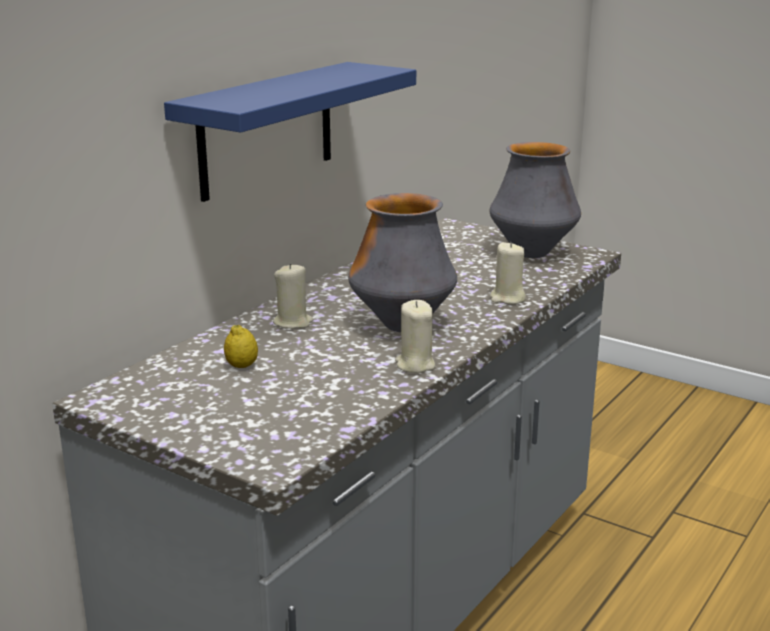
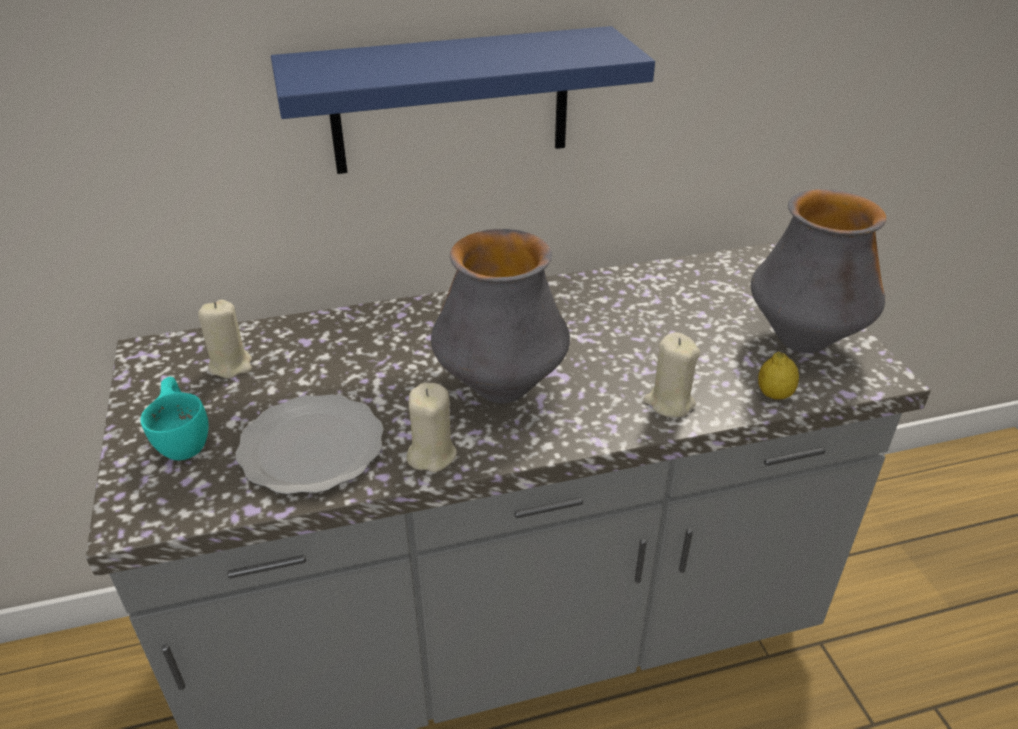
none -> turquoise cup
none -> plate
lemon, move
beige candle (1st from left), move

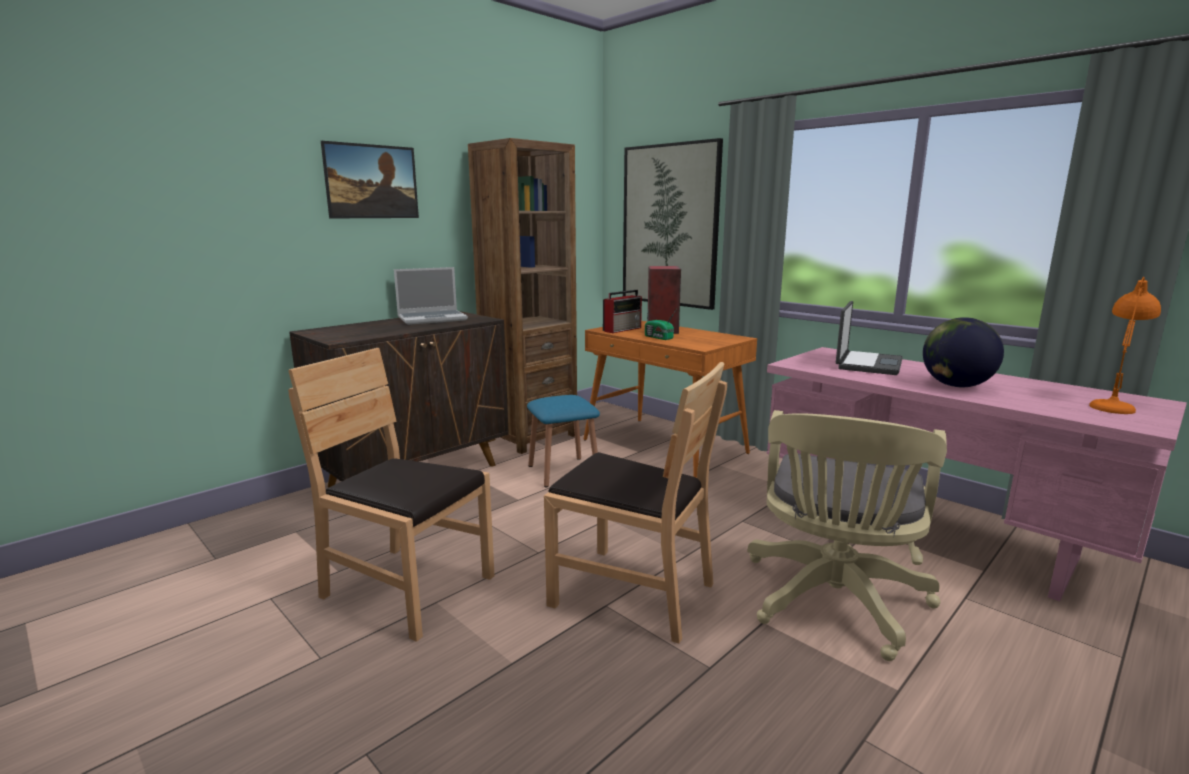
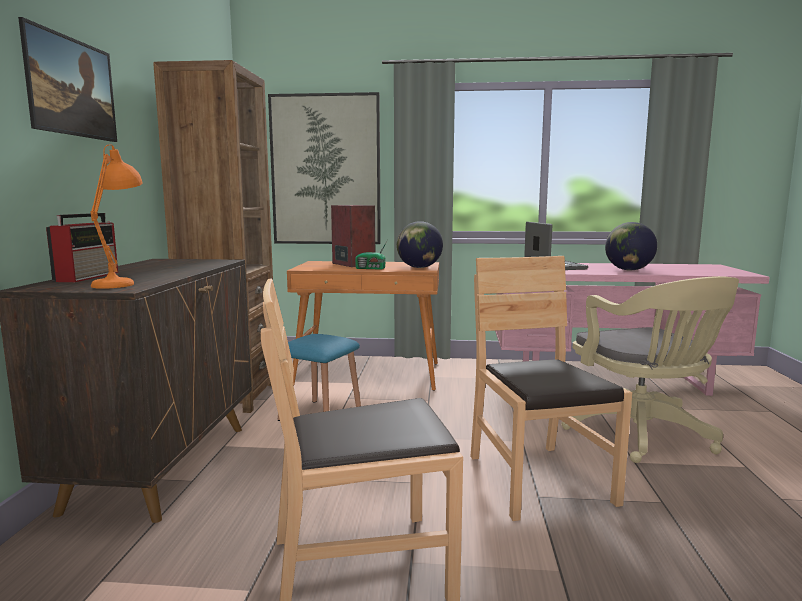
laptop (1st from left) -> none
none -> globe (1st from left)
radio (1st from left), move
orange table lamp, move
brown chair (2nd from left), 90 degrees counterclockwise

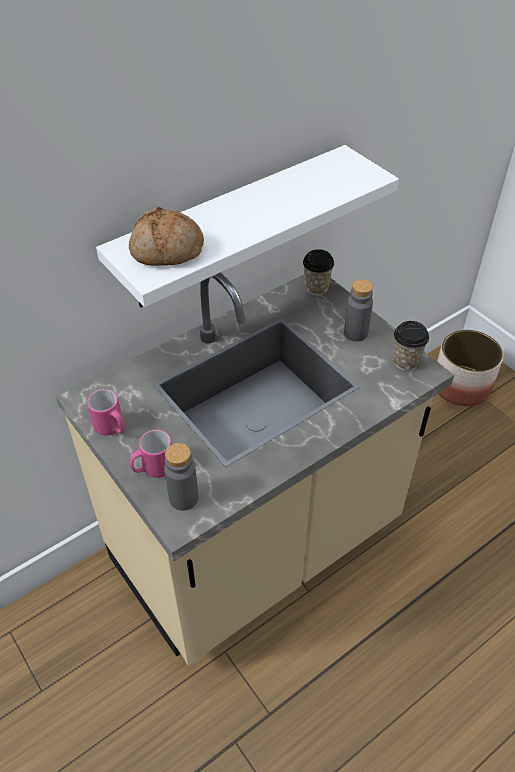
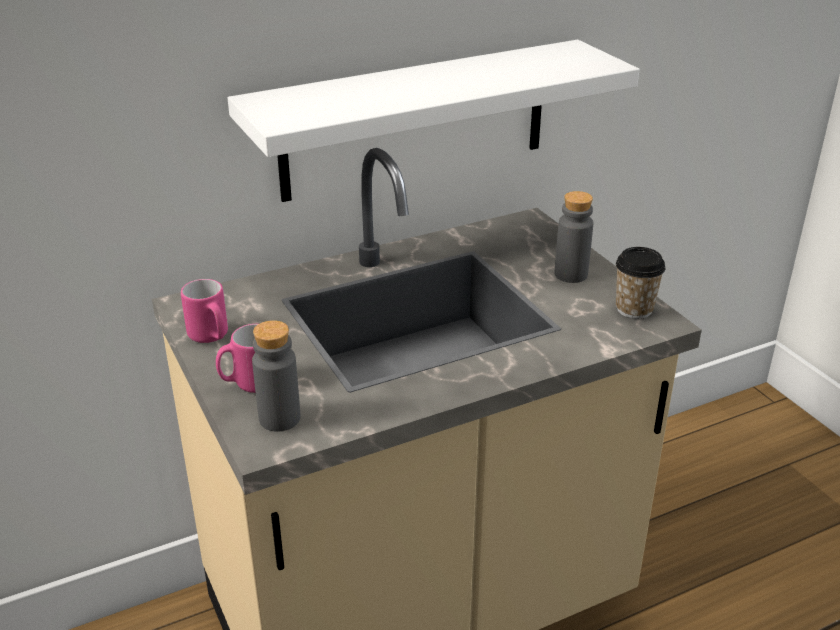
bread -> none
cup (1st from left) -> none
planter -> none

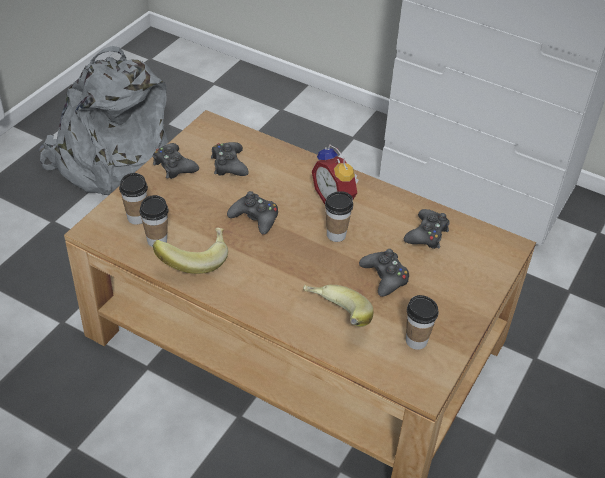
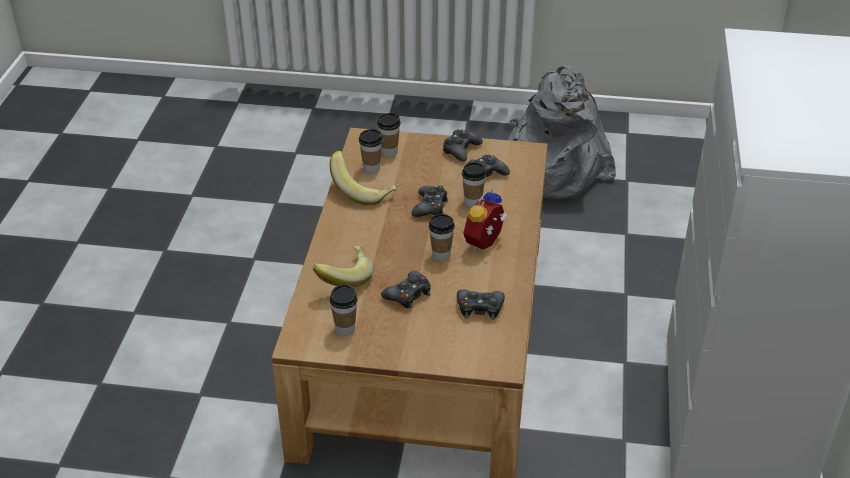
none -> cup (5th from left)

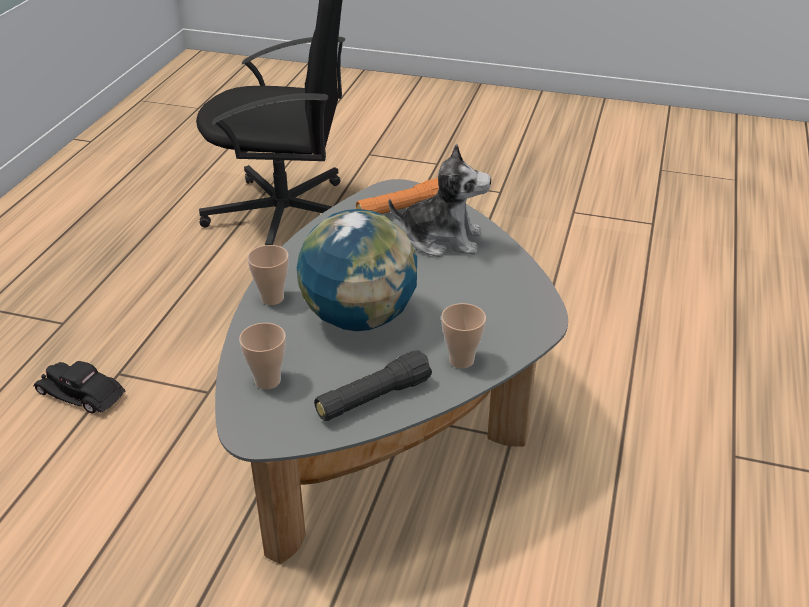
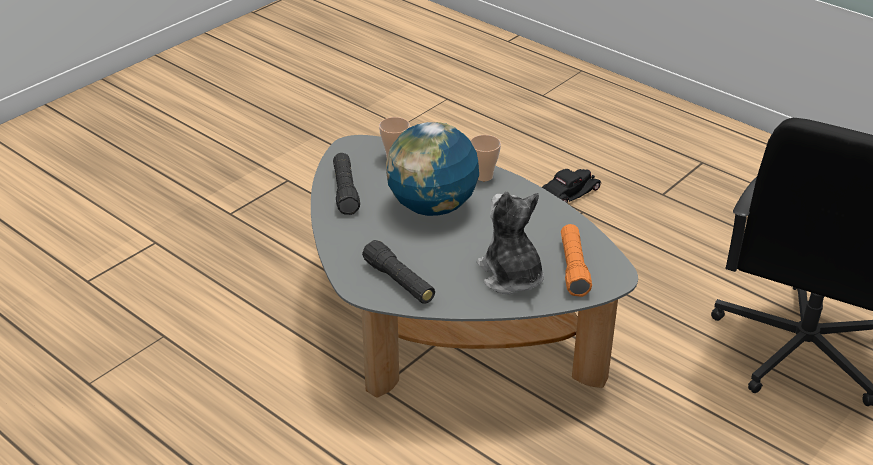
cup (3rd from left) -> none
none -> black flashlight (2nd from left)
plush toy, 120 degrees clockwise

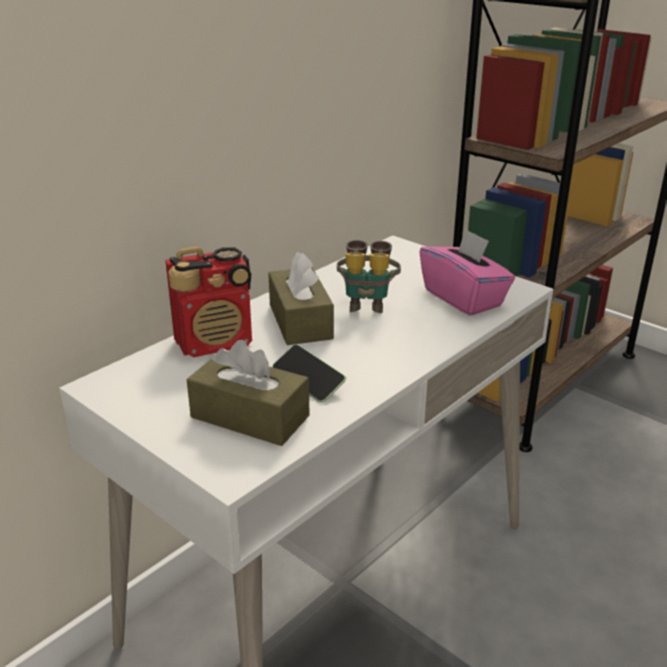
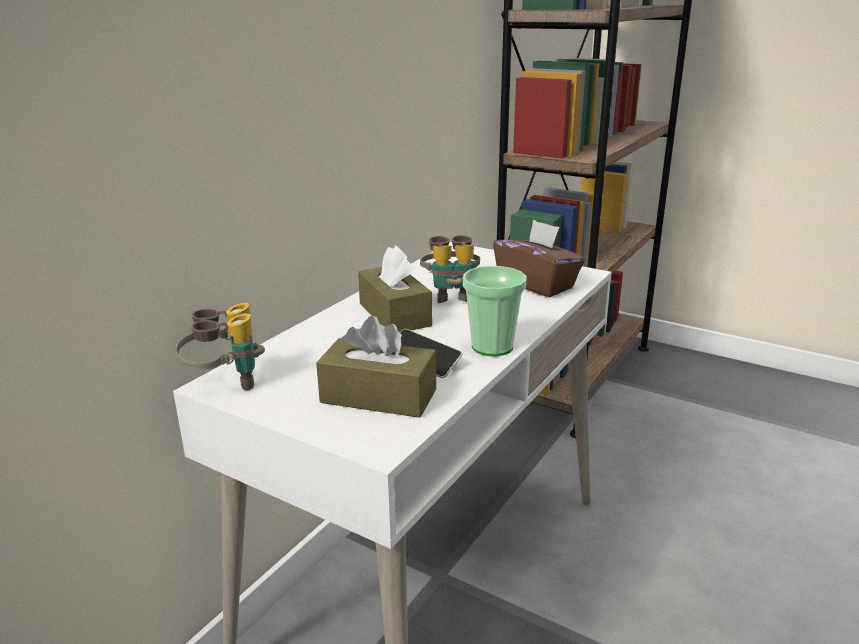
radio -> none
none -> binoculars (1st from left)
none -> cup
pink tissue box -> brown tissue box (3rd from left)

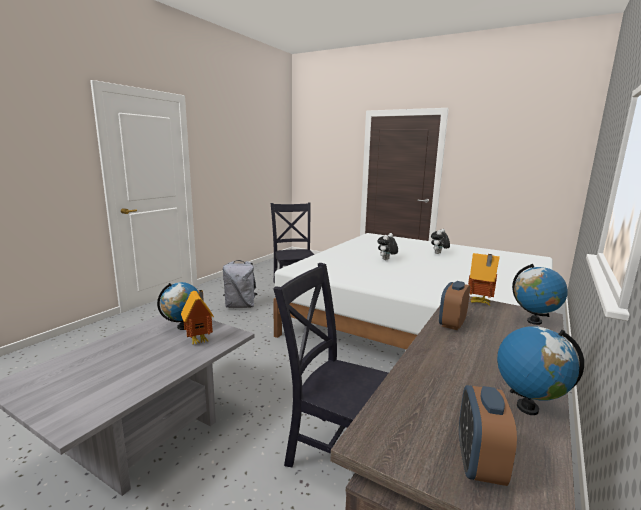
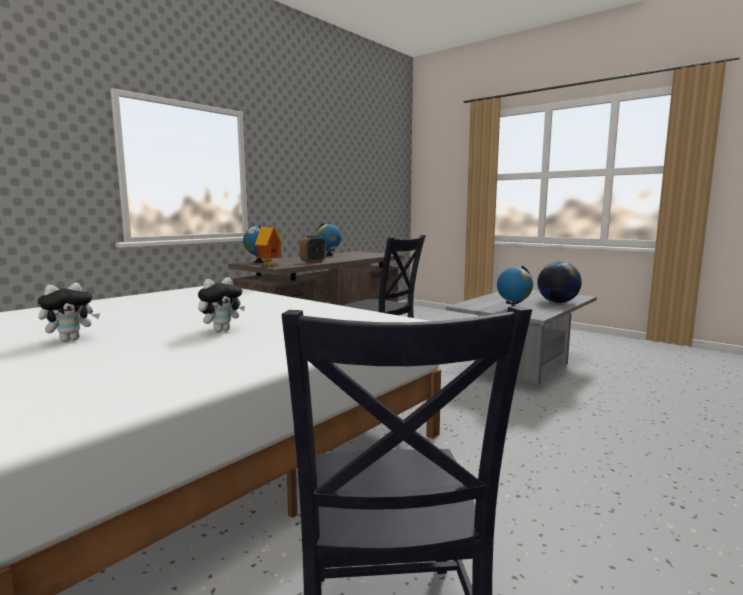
toy house (1st from left) -> none
grey backpack -> none
alarm clock (2nd from left) -> none
none -> globe (4th from left)

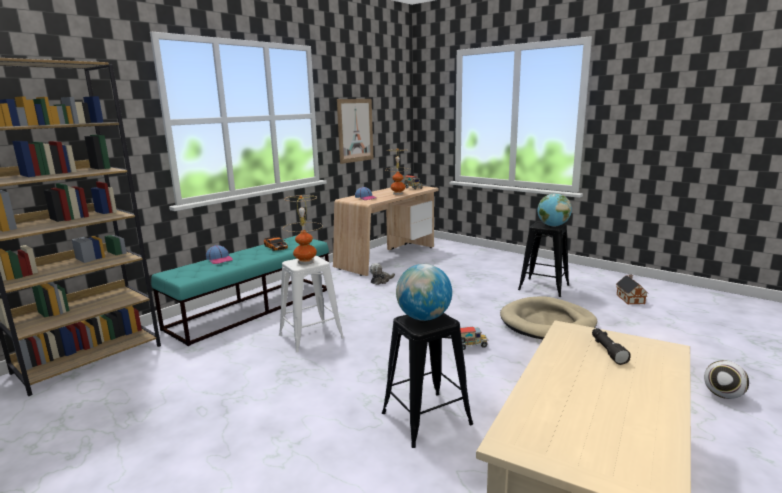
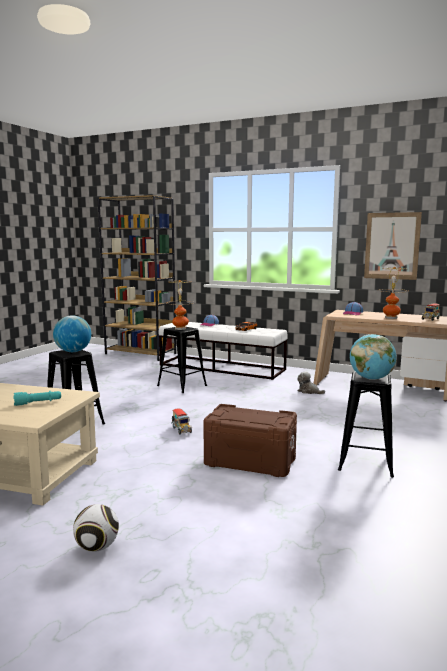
toy house -> none
beige dog bed -> brown storage box
turquoise bench -> white bench
white stool -> black stool (2nd from left)
black flashlight -> turquoise flashlight

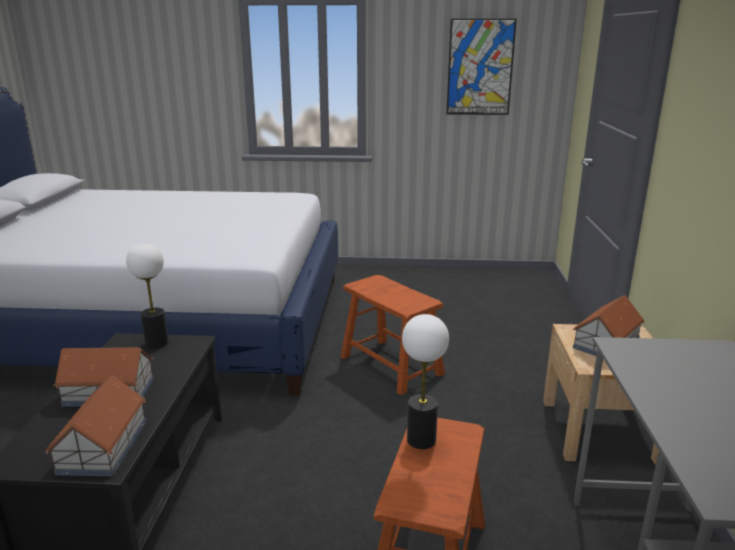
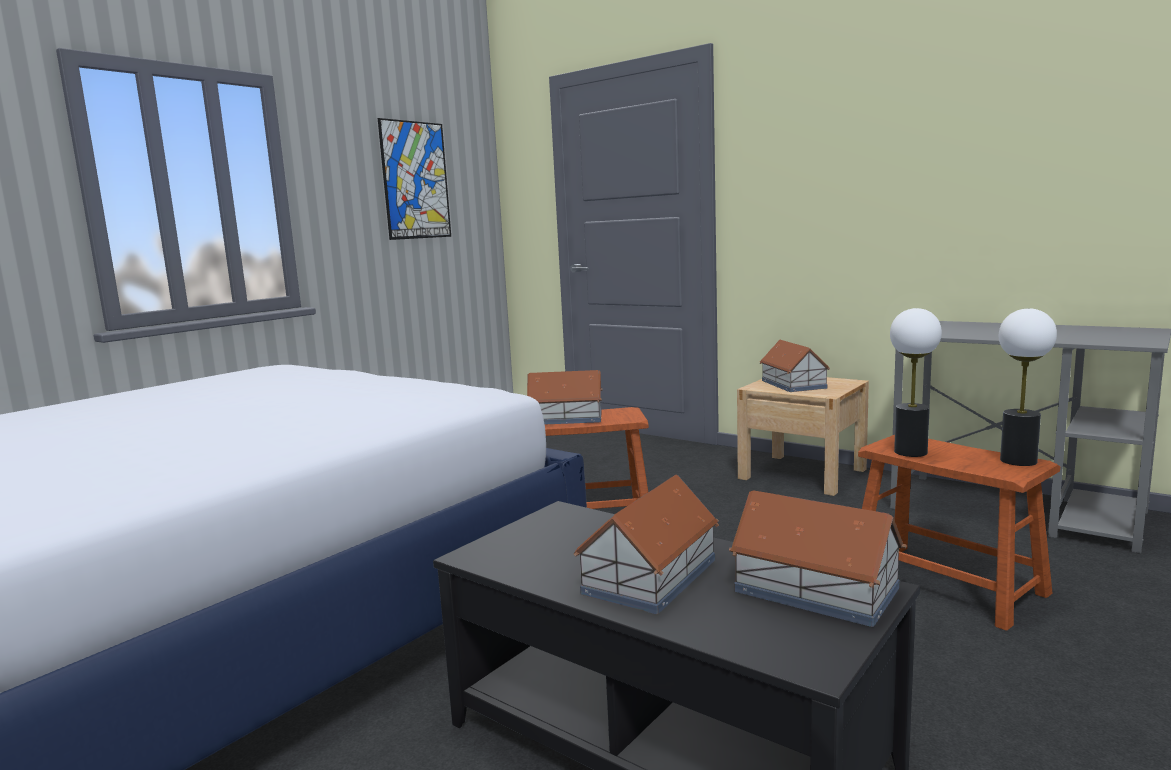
none -> toy house (1st from left)
table lamp (1st from left in the first image) -> table lamp (2nd from left), move

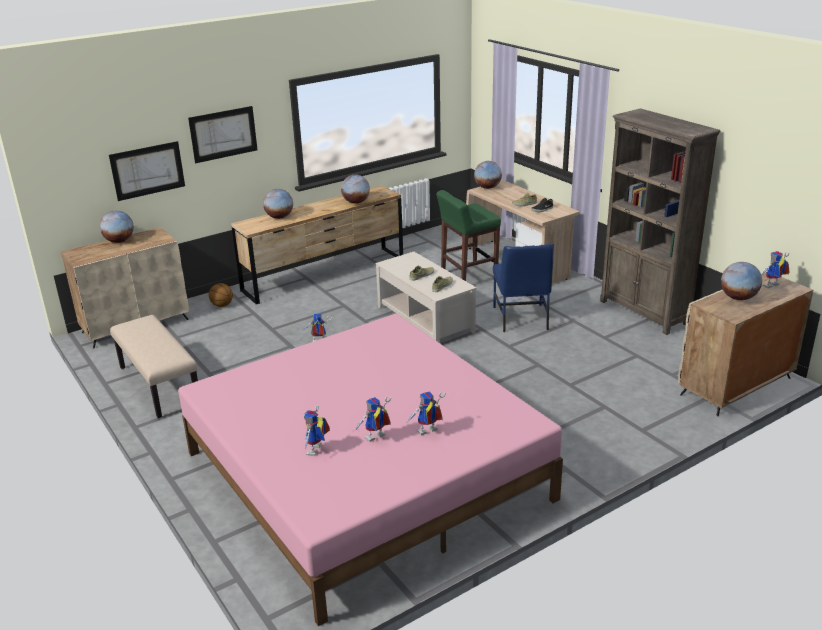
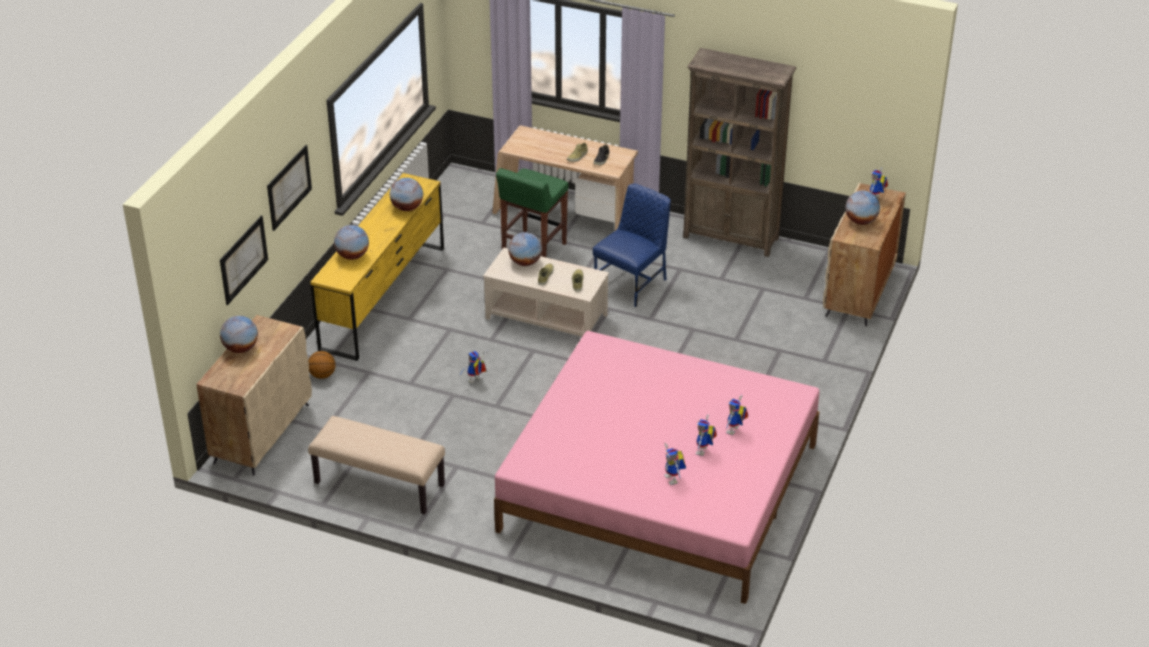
globe (4th from left), move
brown dresser -> yellow dresser
blue chair, 105 degrees counterclockwise

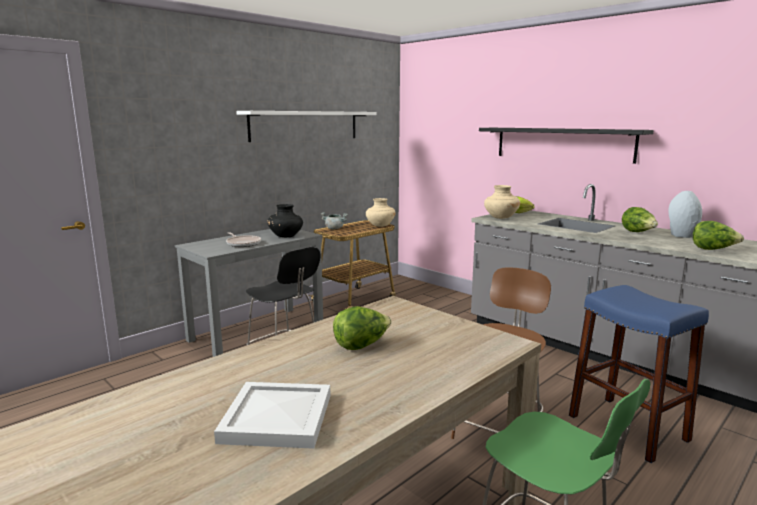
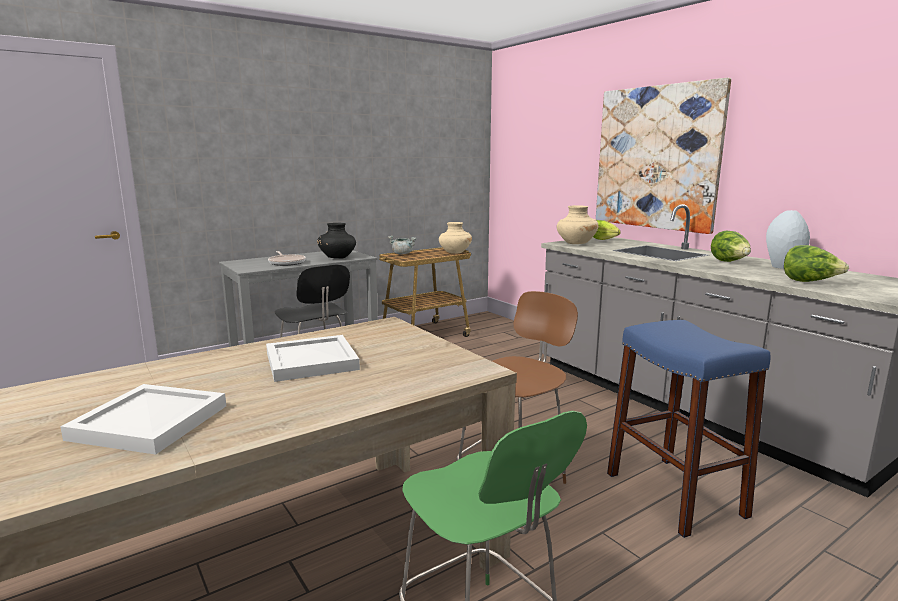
white shelf -> none
lettuce (1st from left) -> white tray (2nd from left)
black shelf -> picture

